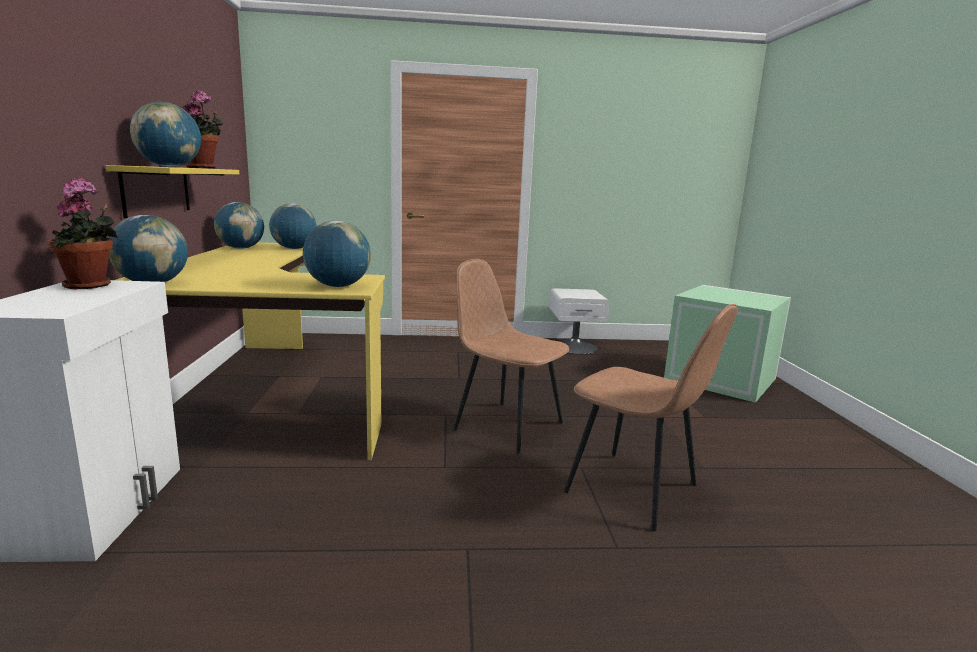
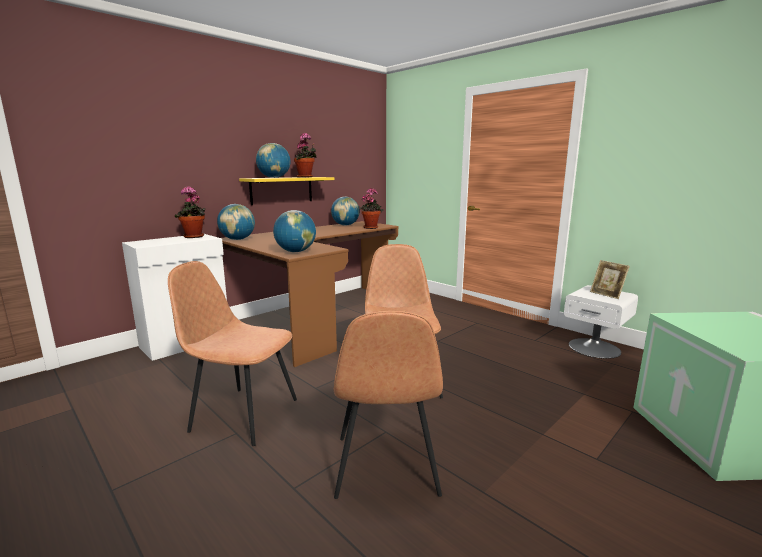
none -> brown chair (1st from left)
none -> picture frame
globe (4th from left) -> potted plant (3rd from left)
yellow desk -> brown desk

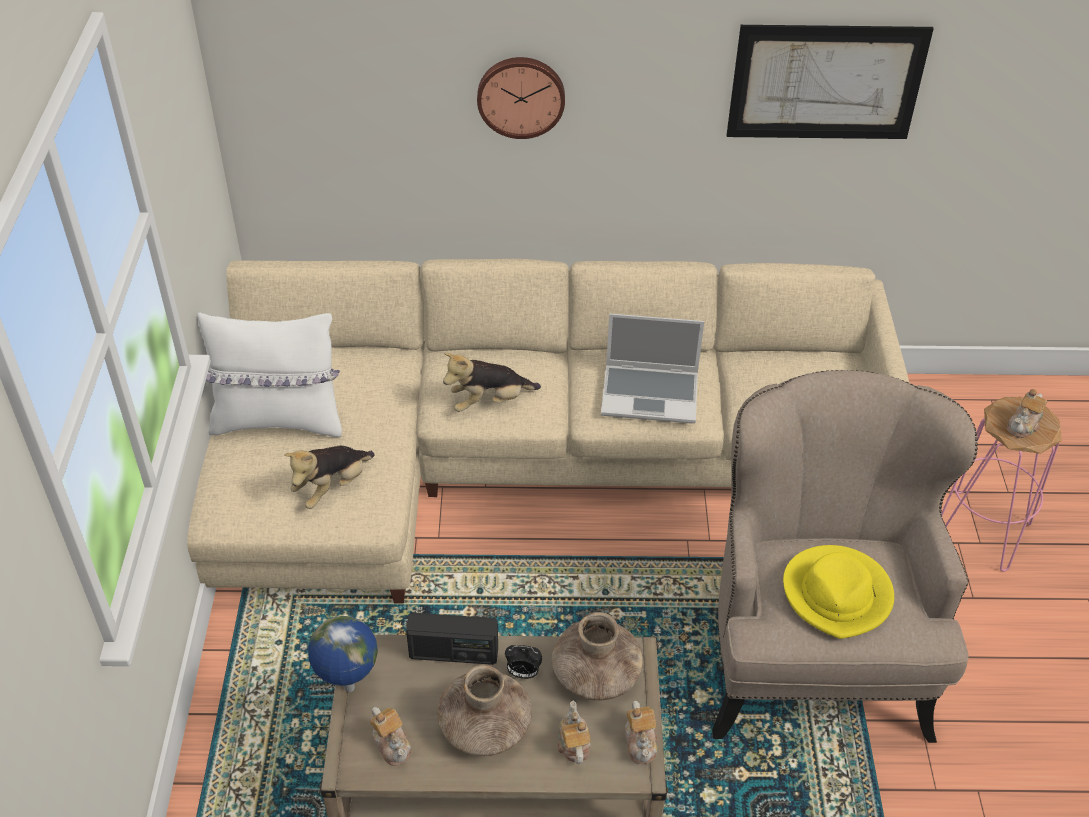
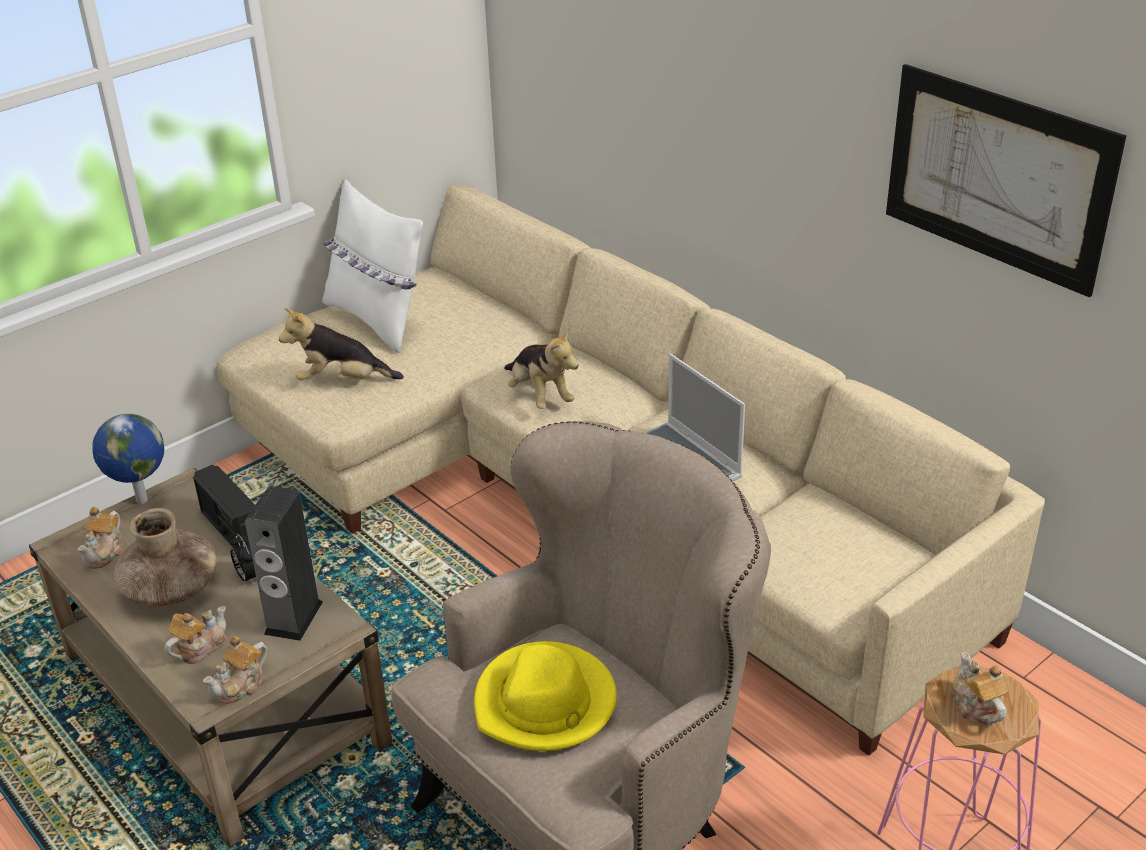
wall clock -> none
brown vase (2nd from left) -> speaker
plush toy (2nd from left), 150 degrees counterclockwise
teapot (4th from left), 75 degrees clockwise

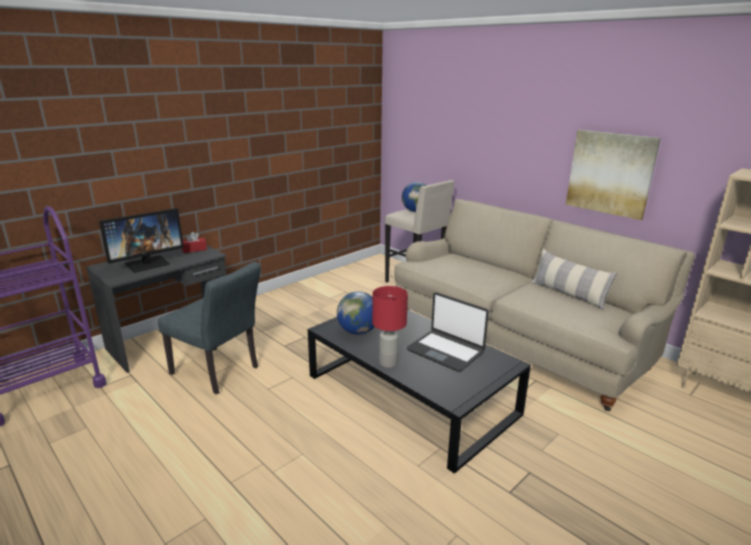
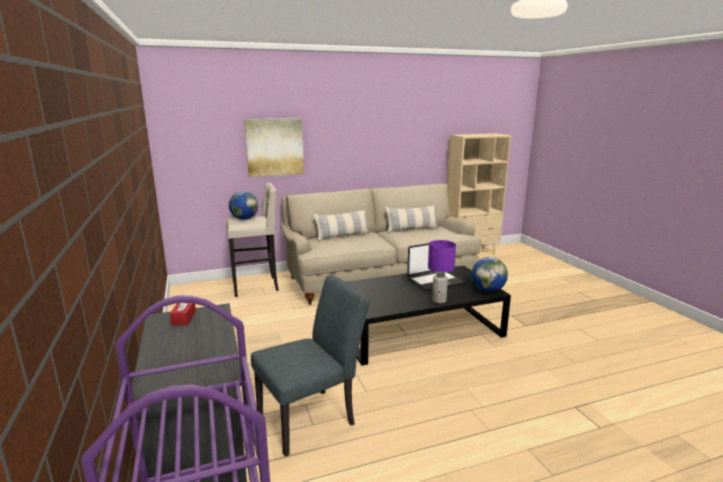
monitor -> none
none -> pillow (1st from left)
globe (1st from left in the first image) -> globe (2nd from left), move
picture, move
red table lamp -> purple table lamp

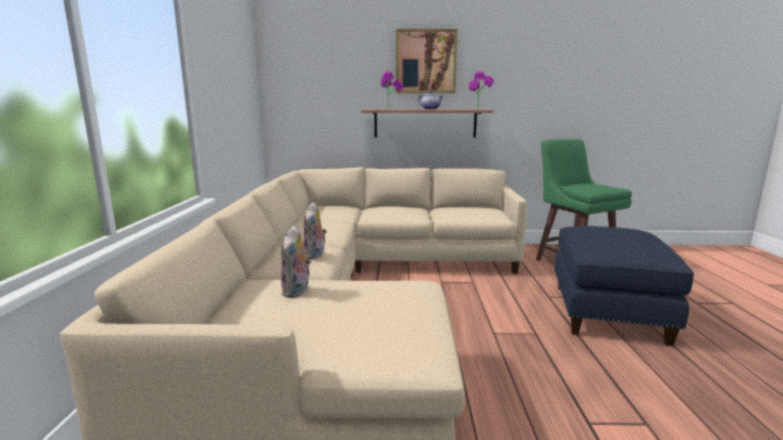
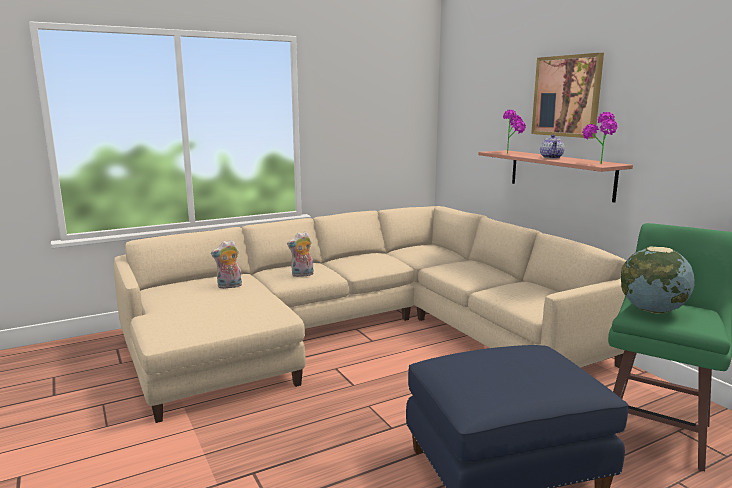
none -> globe

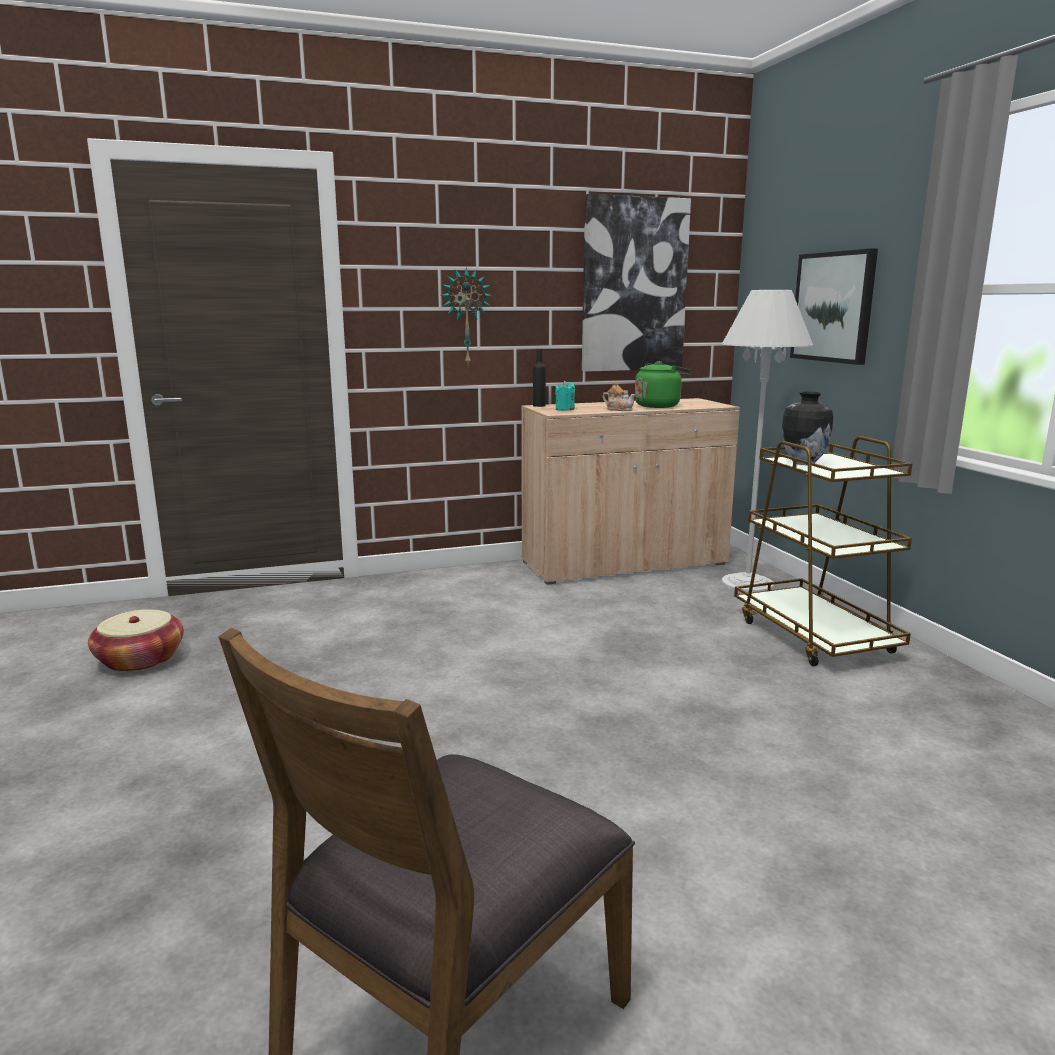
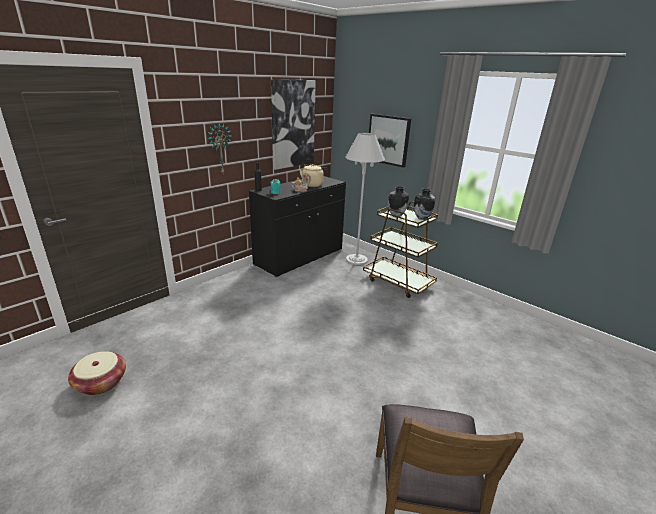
none -> vase (2nd from left)
beige cabinet -> black cabinet
green kettle -> beige kettle

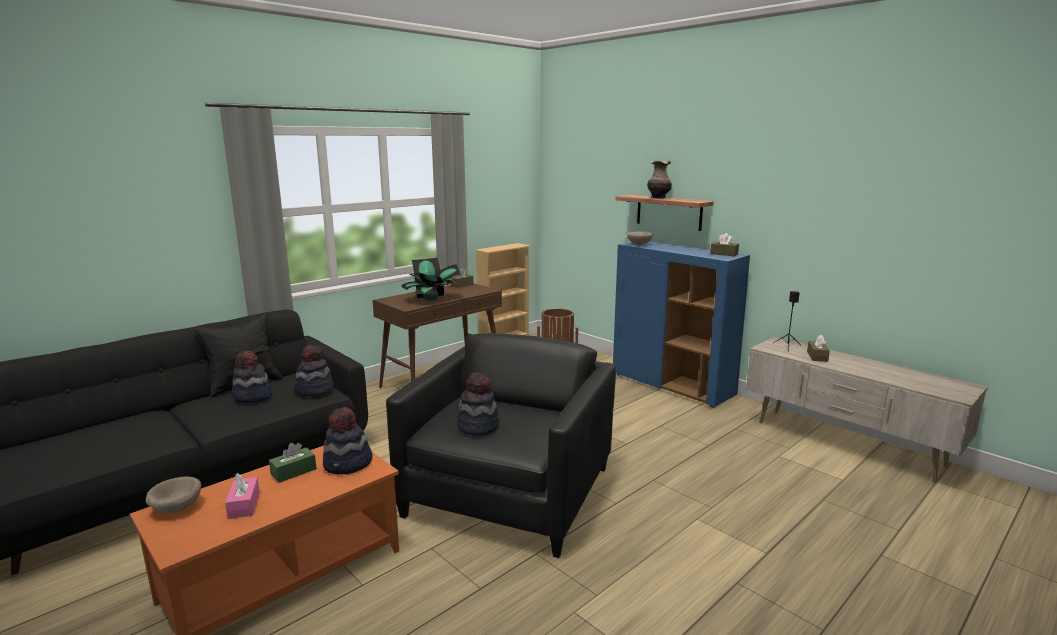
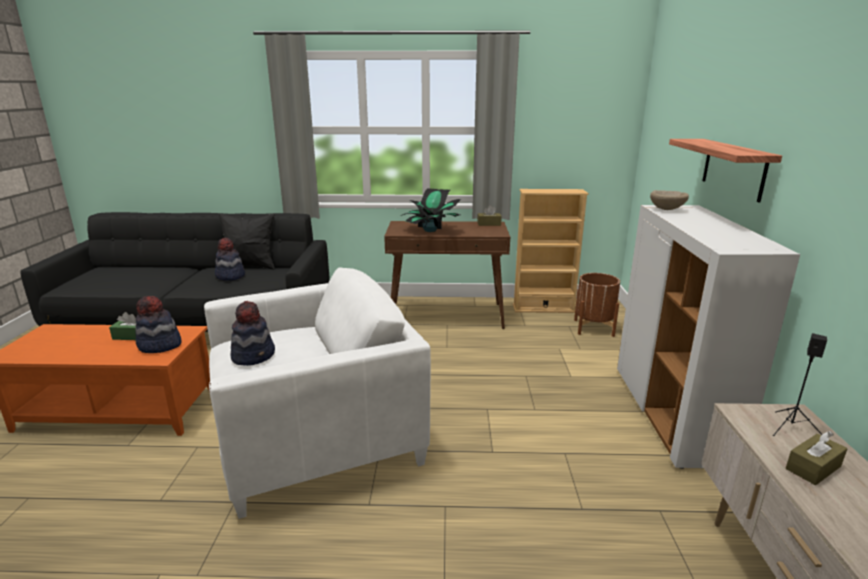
beige bowl (1st from left) -> none
pink tissue box -> none
hat (2nd from left) -> none
vase -> none
brown tissue box (2nd from left) -> none
black armchair -> white armchair
blue cabinet -> white cabinet

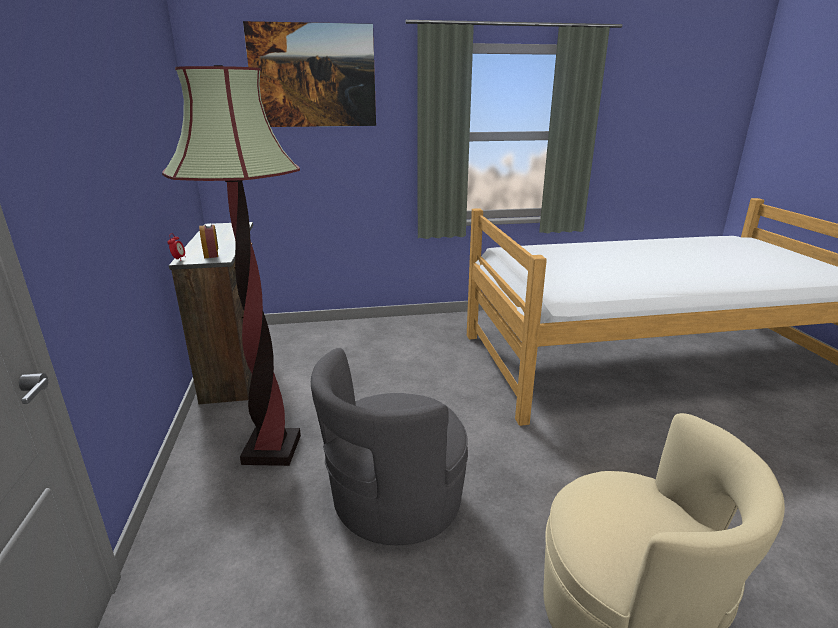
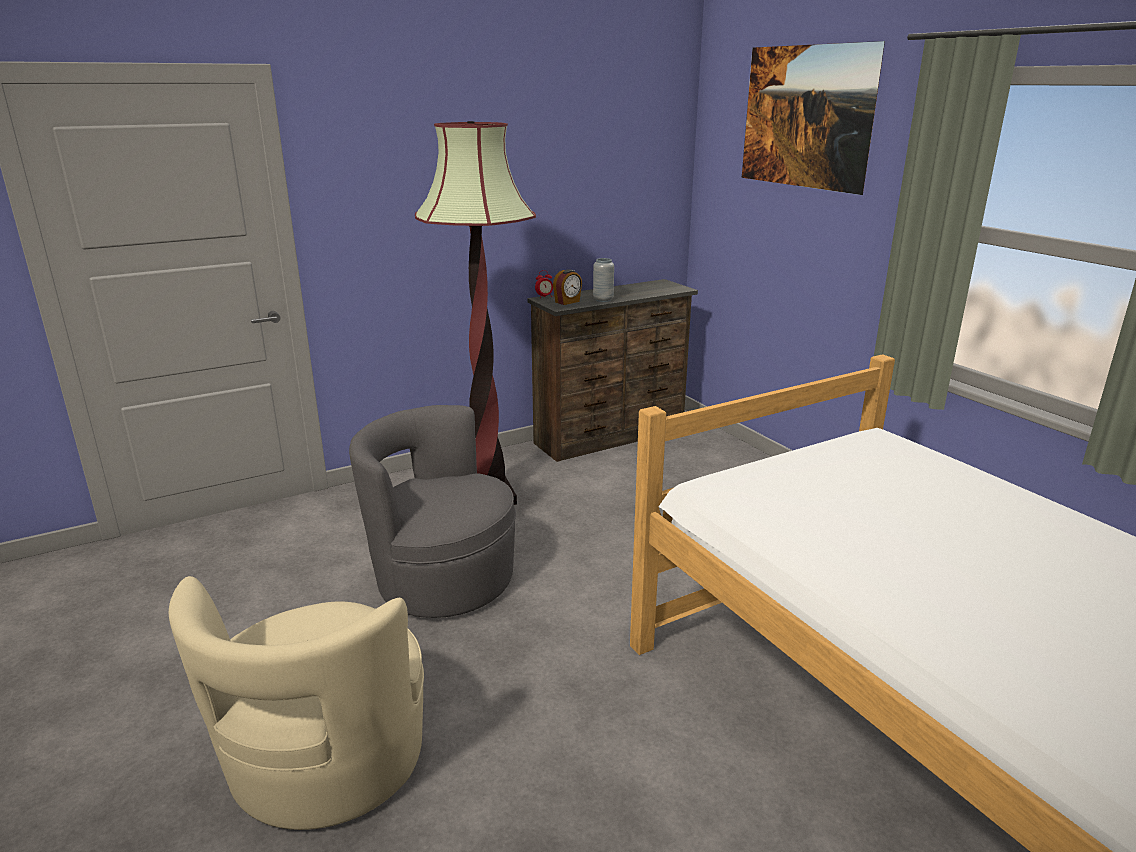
none -> grey vase

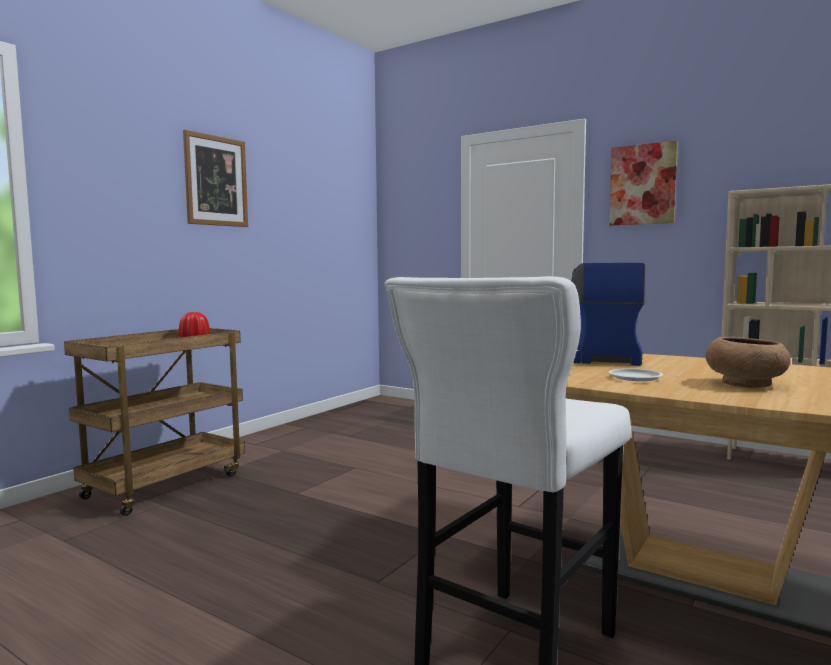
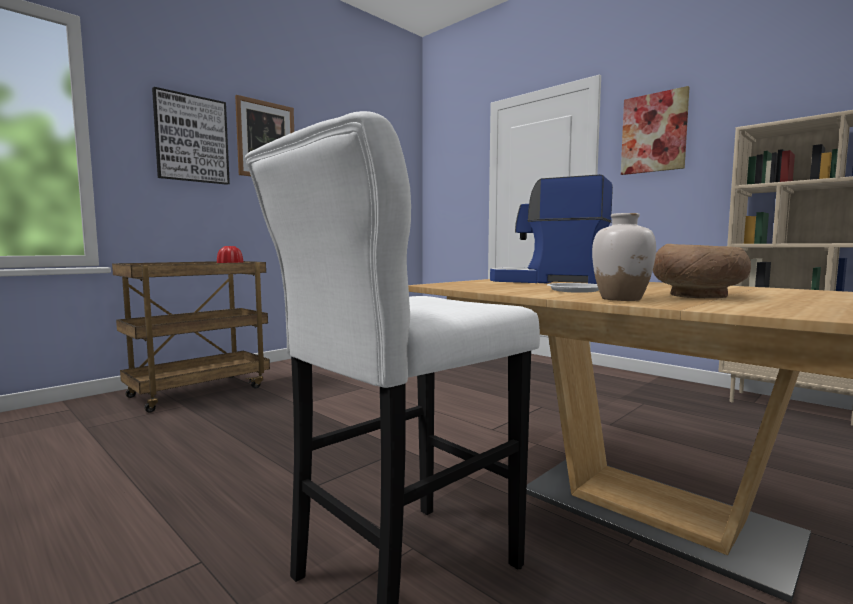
none -> picture (1st from left)
none -> white vase

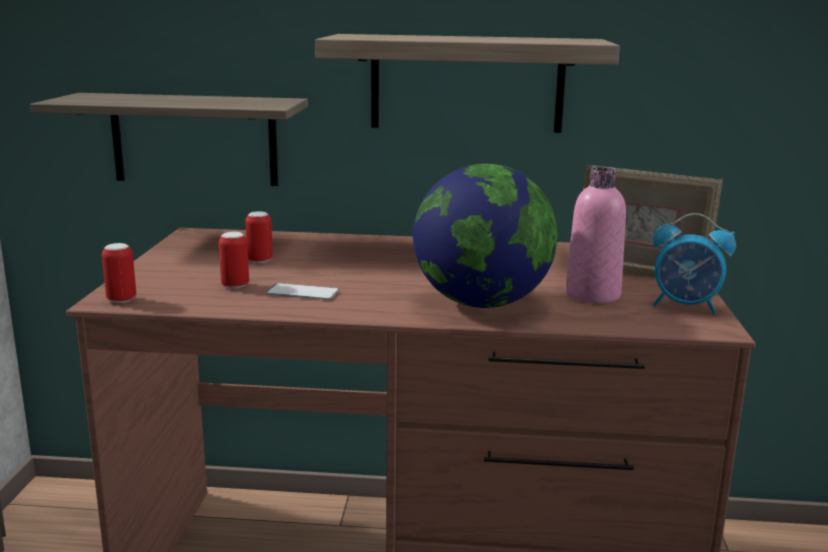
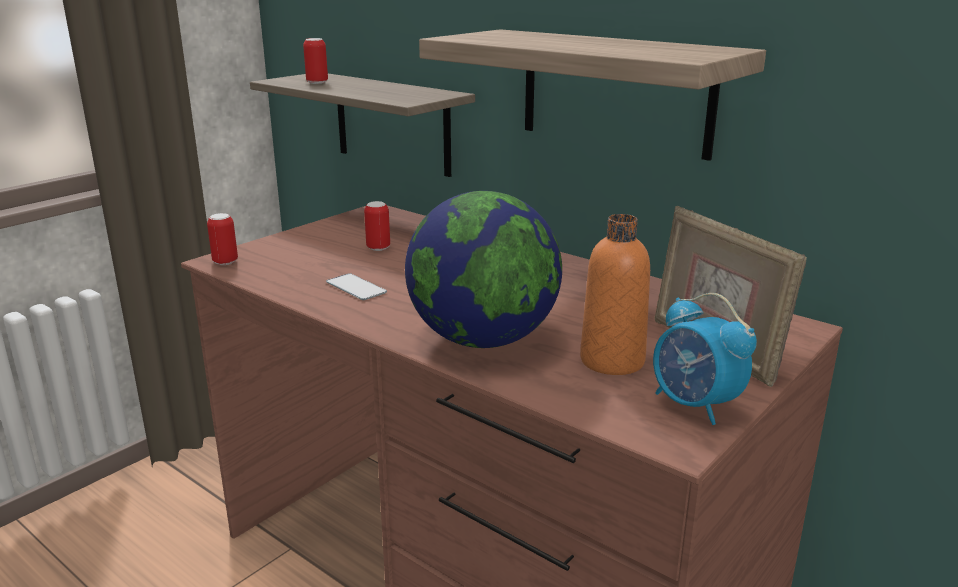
can (2nd from left), move
pink bottle -> orange bottle

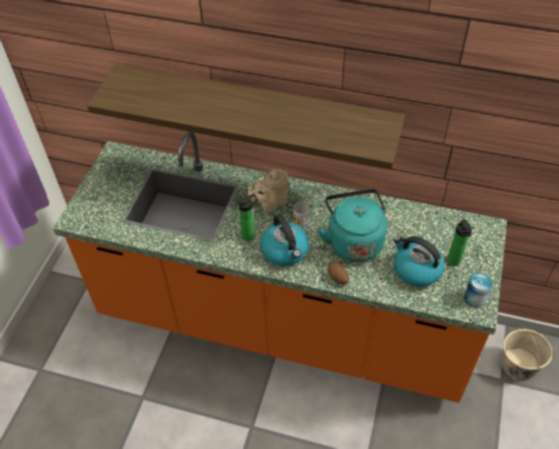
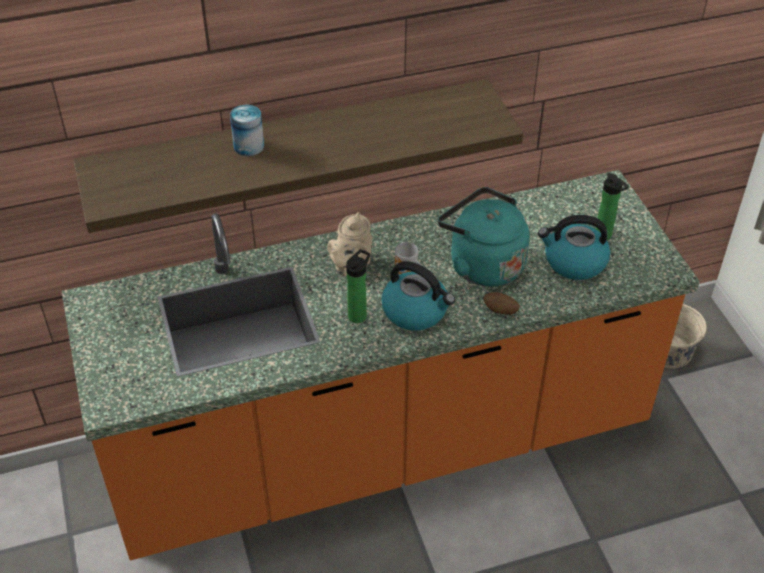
can, move

